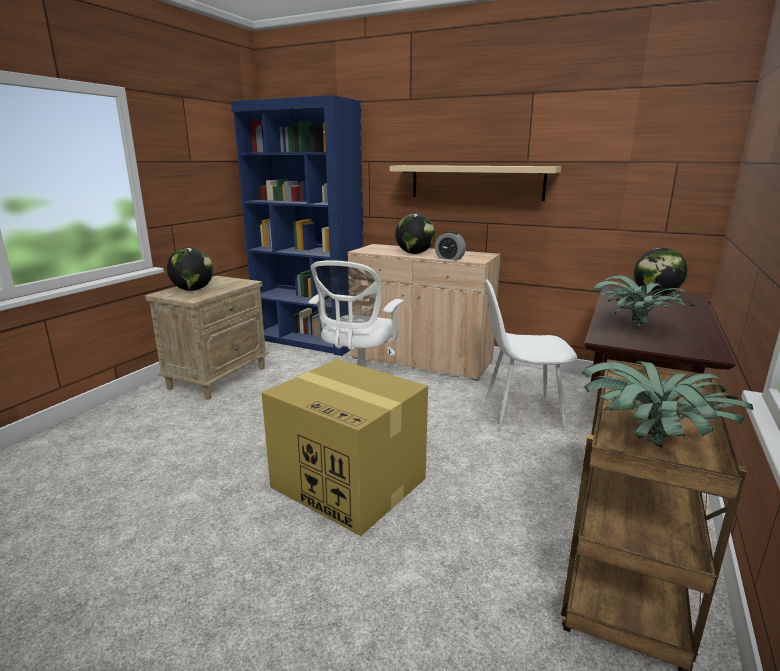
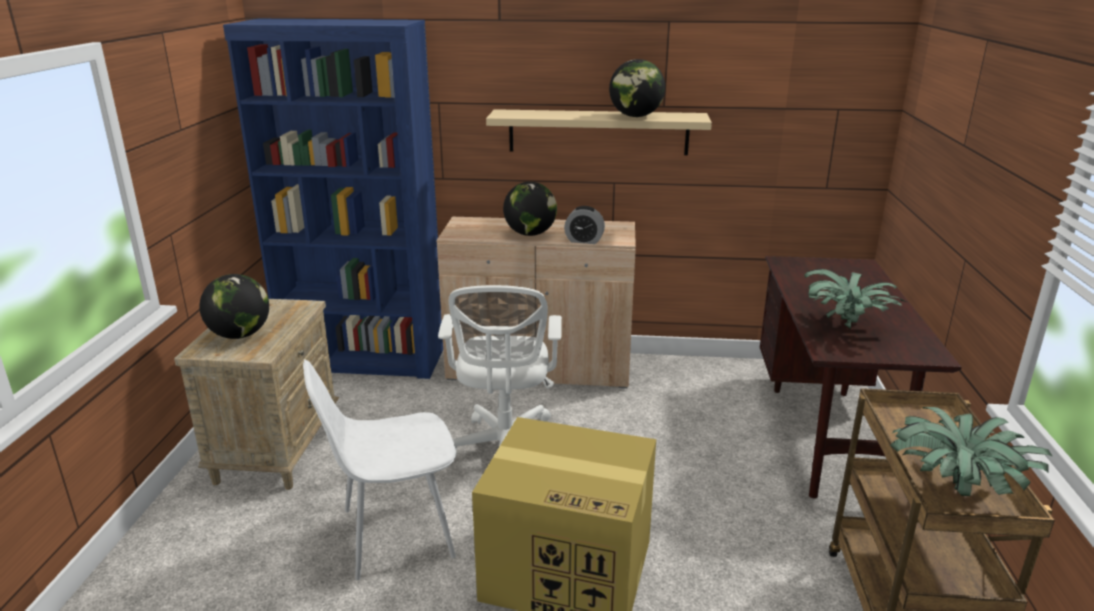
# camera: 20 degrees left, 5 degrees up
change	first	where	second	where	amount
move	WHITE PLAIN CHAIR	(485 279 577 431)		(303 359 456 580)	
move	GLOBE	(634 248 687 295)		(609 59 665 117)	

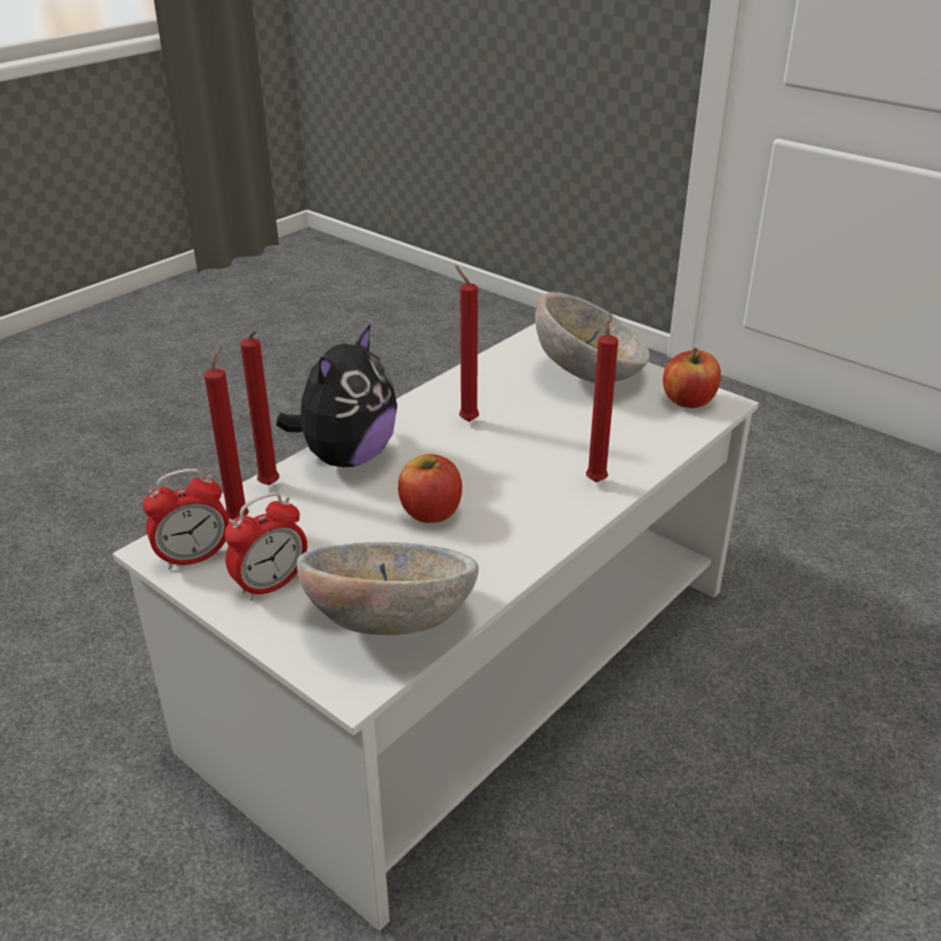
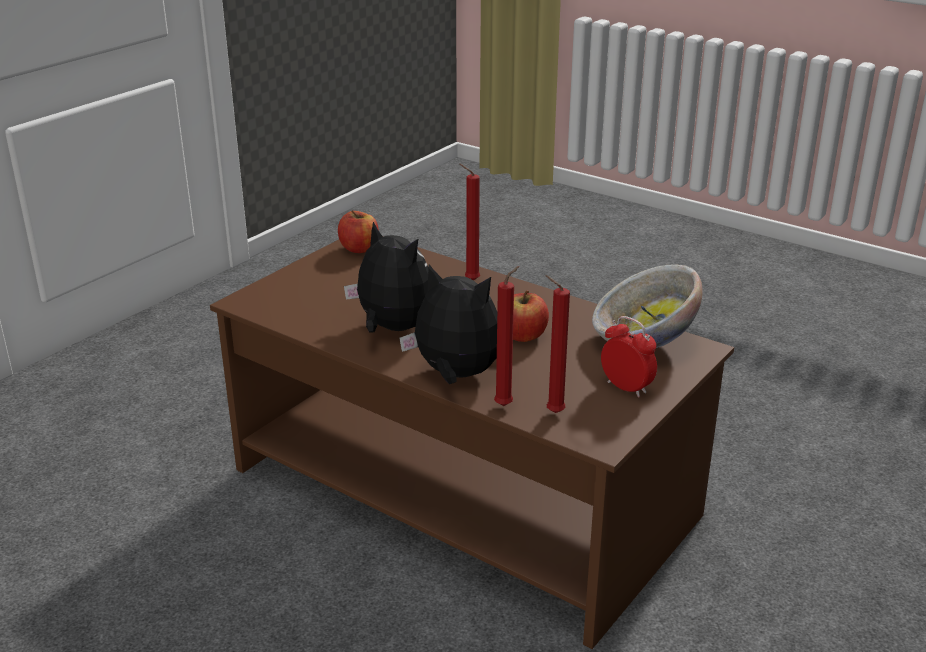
# camera: 95 degrees left, 5 degrees down
change	first	where	second	where	amount
recolor	WHITE LOUNGE TABLE	(113 324 759 932)	BROWNISH LOUNGE TABLE	(210 236 734 649)	
replace	RED CANDLE	(455 265 479 422)	PLUSH TOY	(344 222 429 333)	
delete	BEDSIDE CLOCK	(143 469 230 570)			
delete	DEEP DISH	(535 292 650 383)			

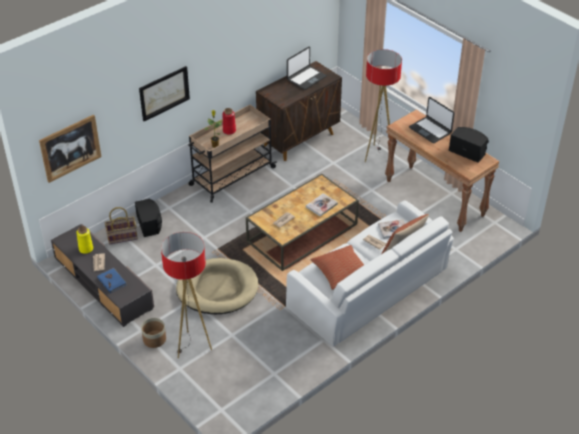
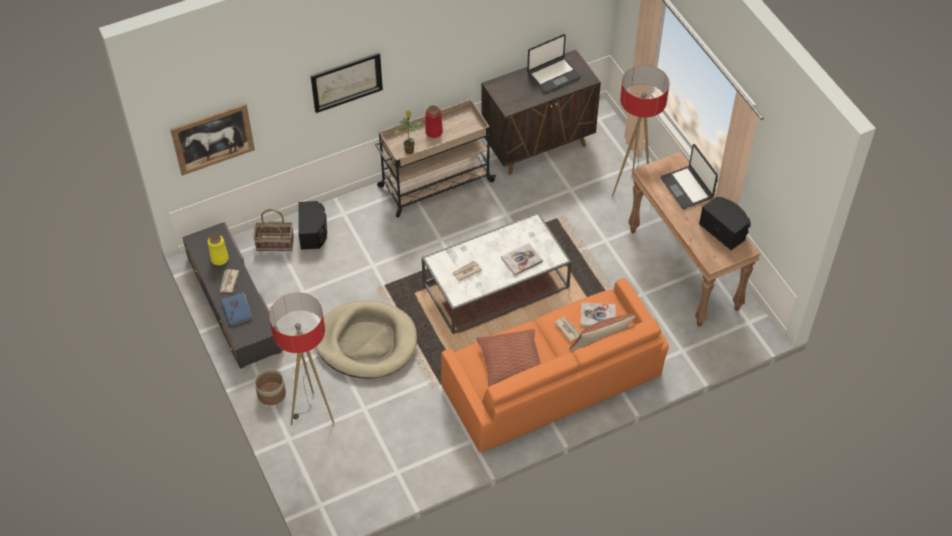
# camera: 15 degrees right, 10 degrees up
change	first	where	second	where	amount
recolor	BROWNISH LOUNGE TABLE	(246 174 359 271)	WHITE LOUNGE TABLE	(422 212 572 334)	
recolor	WHITE SOFA	(286 201 454 346)	ORANGEY SOFA	(441 278 669 453)	

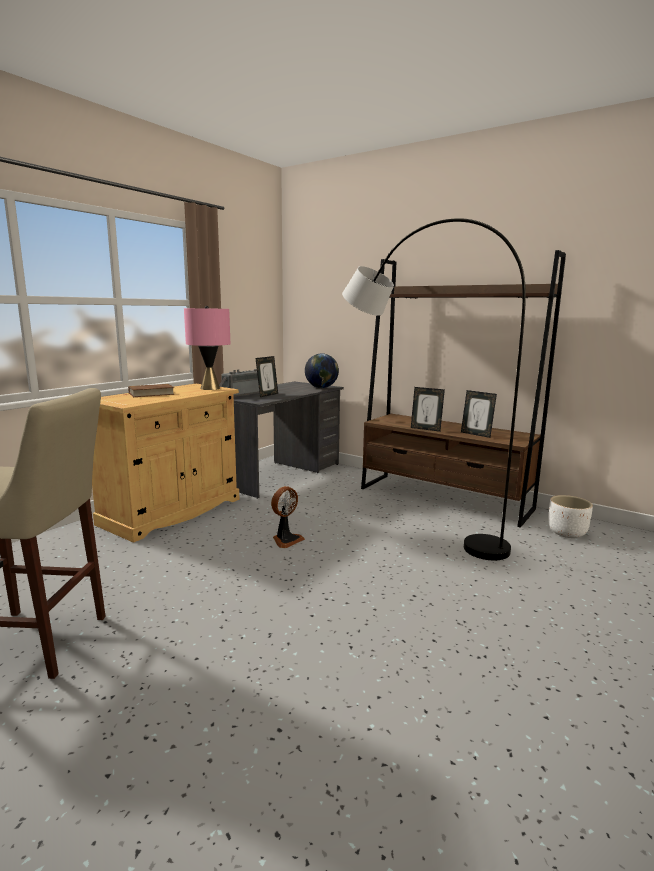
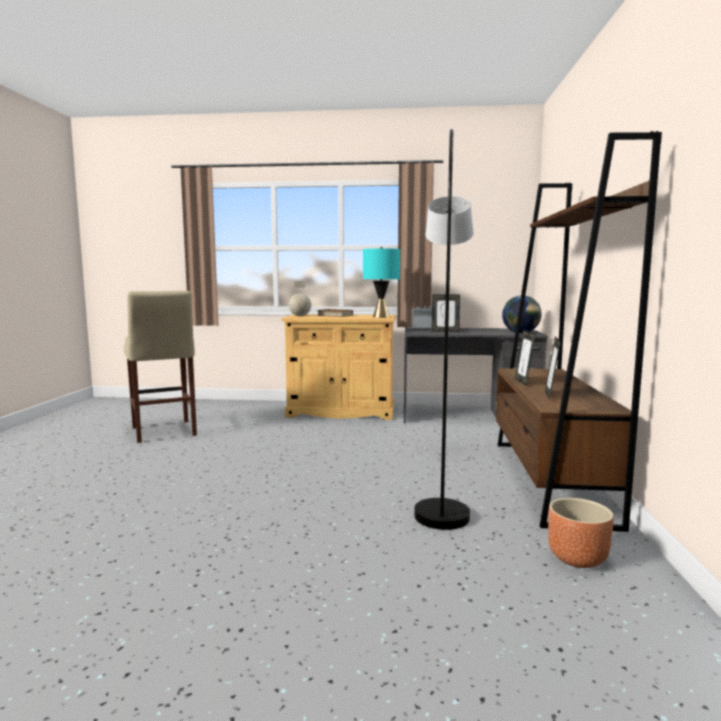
# camera: 60 degrees right, 5 degrees down
change	first	where	second	where	amount
insert			GLOBE	(289 281 311 316)	
recolor	PINK TABLETOP LAMP	(184 306 230 390)	BLUE-GREEN TABLETOP LAMP	(363 247 400 318)	
recolor	WHITE FLOWER POT	(548 495 593 538)	BROWNISH FLOWER POT	(548 498 614 568)	
delete	FAN	(271 486 305 548)			

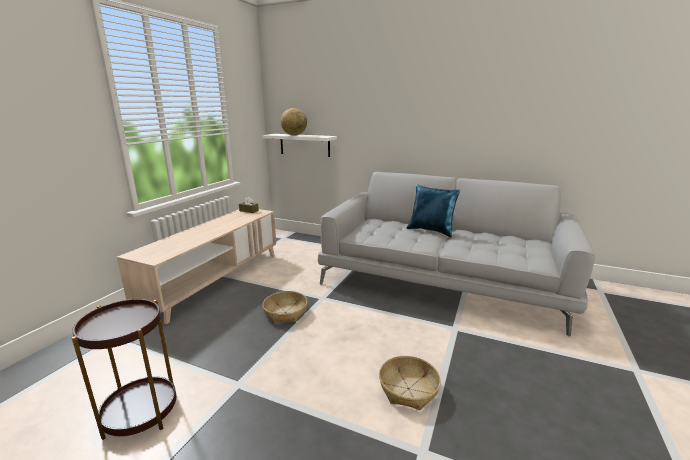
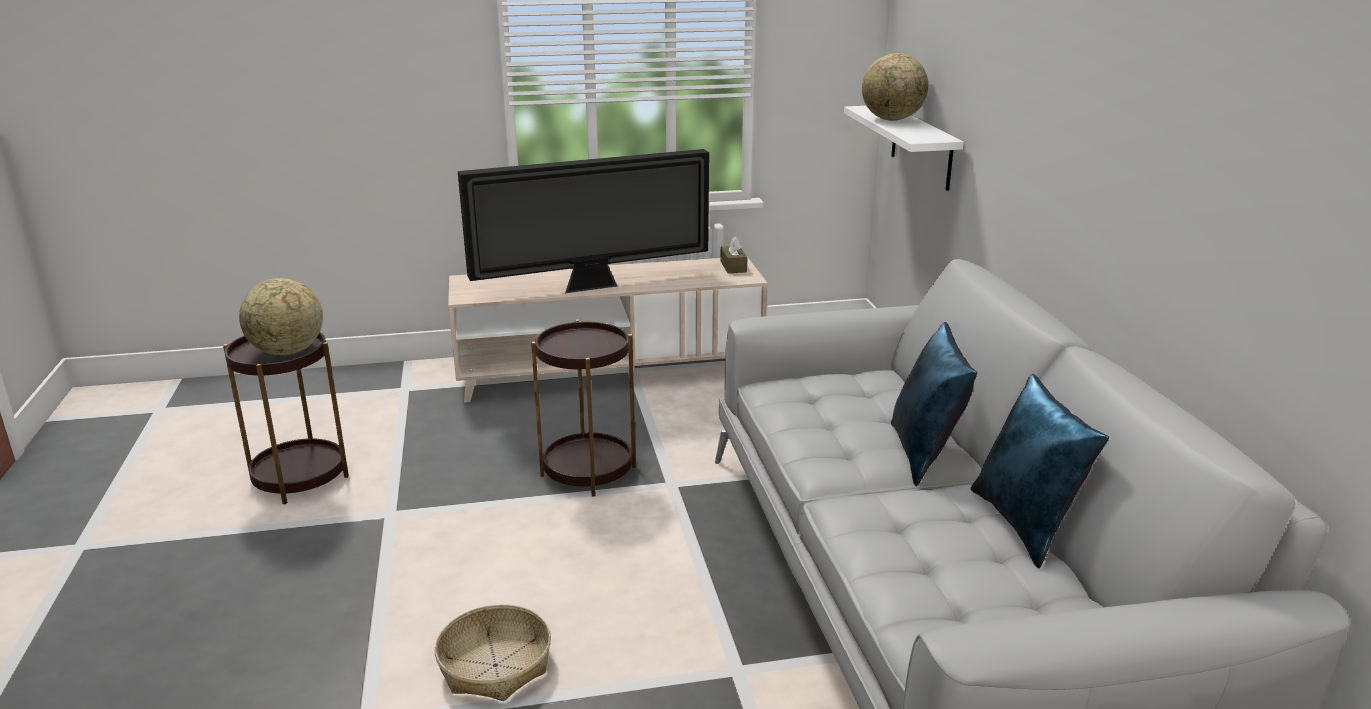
# camera: 55 degrees right, 5 degrees up
change	first	where	second	where	amount
insert			GLOBE	(239 278 323 355)	
insert			TV SET	(458 149 709 293)	
replace	HOUSEHOLD BASKET	(263 291 308 323)	BROWNISH ACCENT TABLE	(531 319 636 497)	
insert			BLUE CUSHION	(971 374 1109 568)	

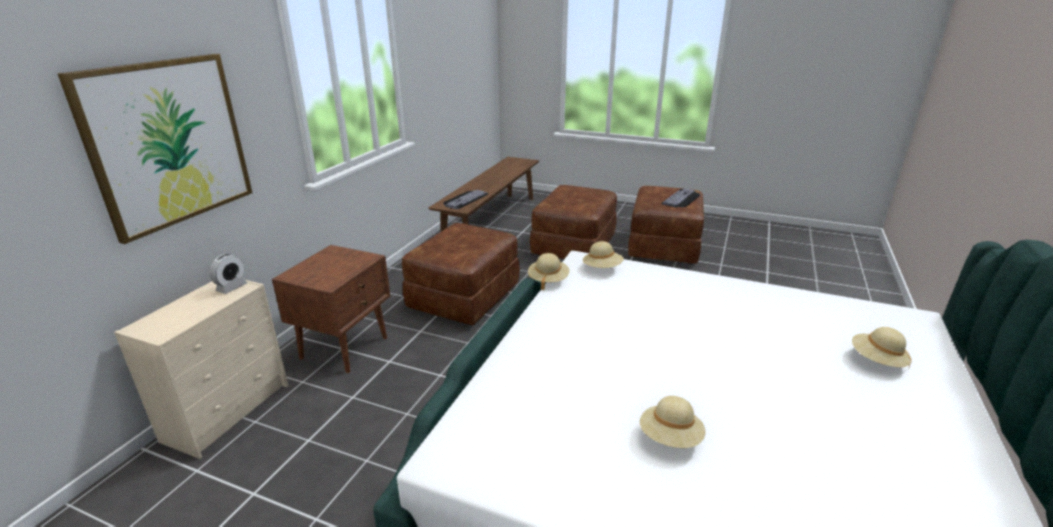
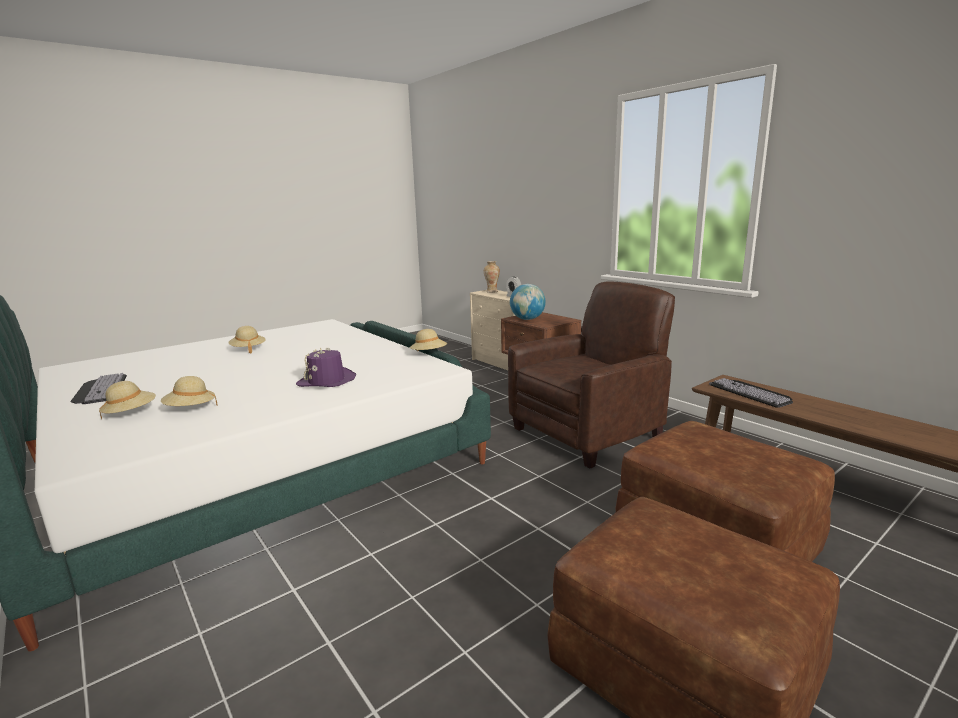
# camera: 120 degrees right, 10 degrees down
change	first	where	second	where	amount
move	KEYBOARD	(662 188 700 207)		(70 373 127 404)	
move	BEIGE-COLOURED HAT	(583 241 624 268)		(161 376 217 406)	
insert			PURPLE HAT	(296 347 356 387)	
insert			VASE	(484 261 500 293)	
replace	BROWNISH OTTOMAN	(402 223 520 325)	BROWNISH ARMCHAIR	(508 282 675 468)	
insert			GLOBE	(510 284 546 320)	
delete	PICTURE	(58 54 252 244)			

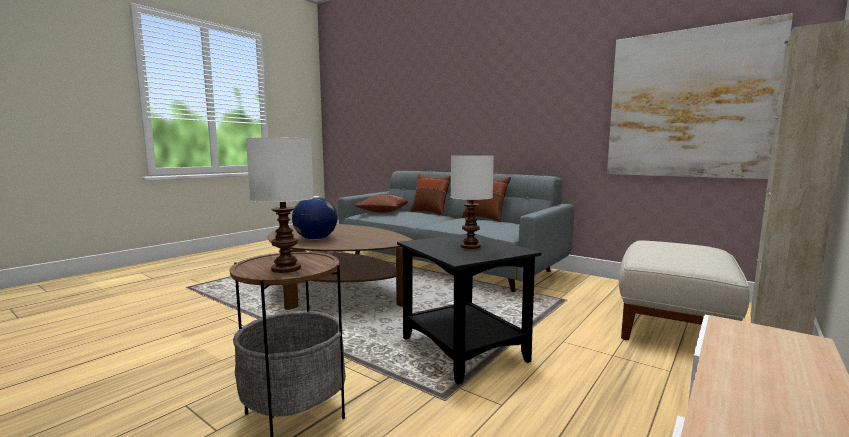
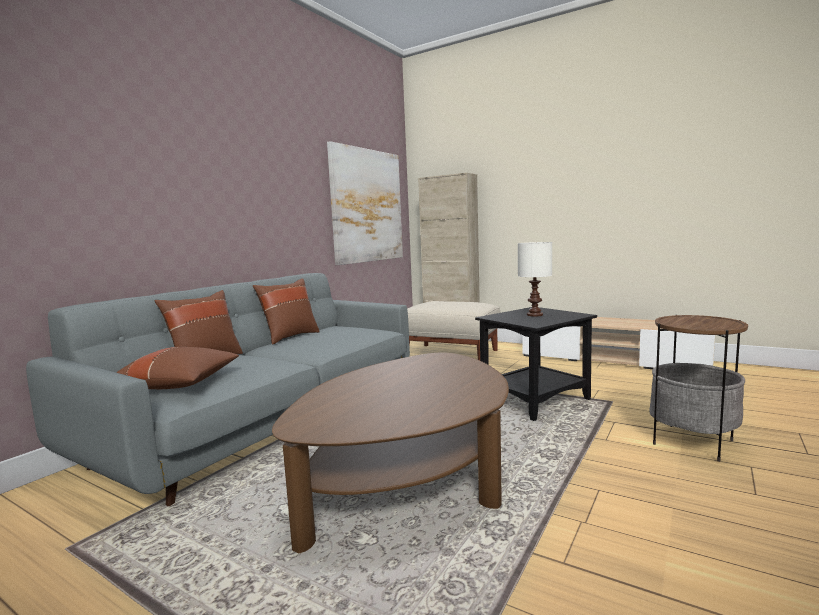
# camera: 95 degrees left, 0 degrees up
change	first	where	second	where	amount
delete	WHITE TABLETOP LAMP	(246 137 314 273)			
delete	GLOBE	(292 196 337 240)			

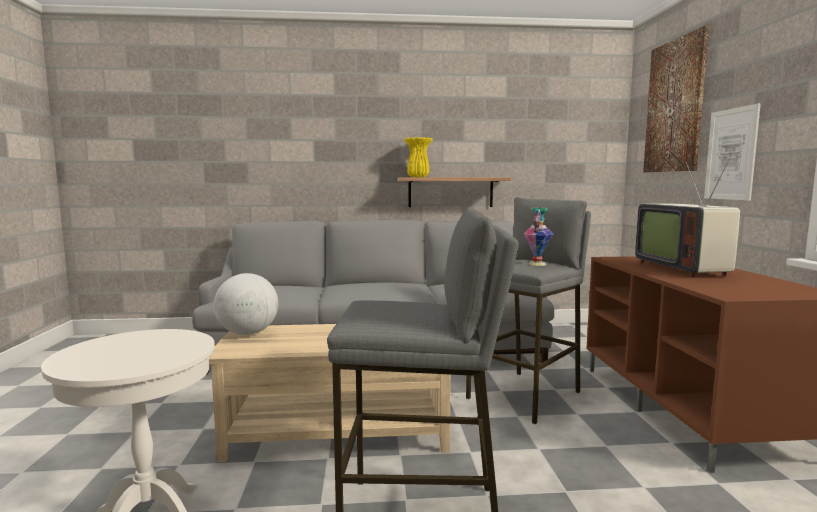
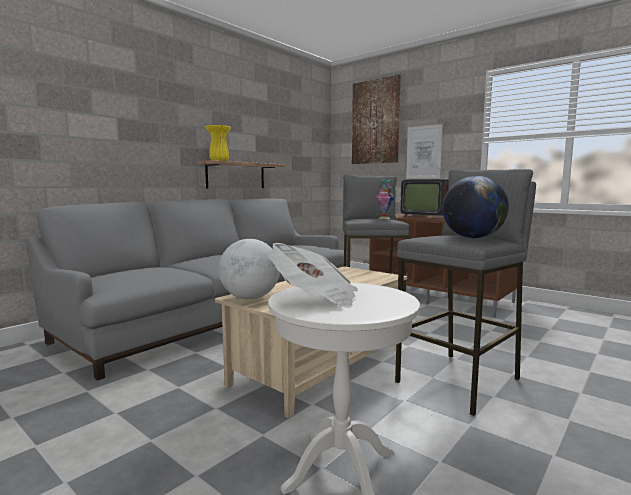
# camera: 45 degrees left, 0 degrees up
change	first	where	second	where	amount
insert			NEWSPAPER	(268 243 357 308)	
insert			GLOBE	(442 176 509 238)	

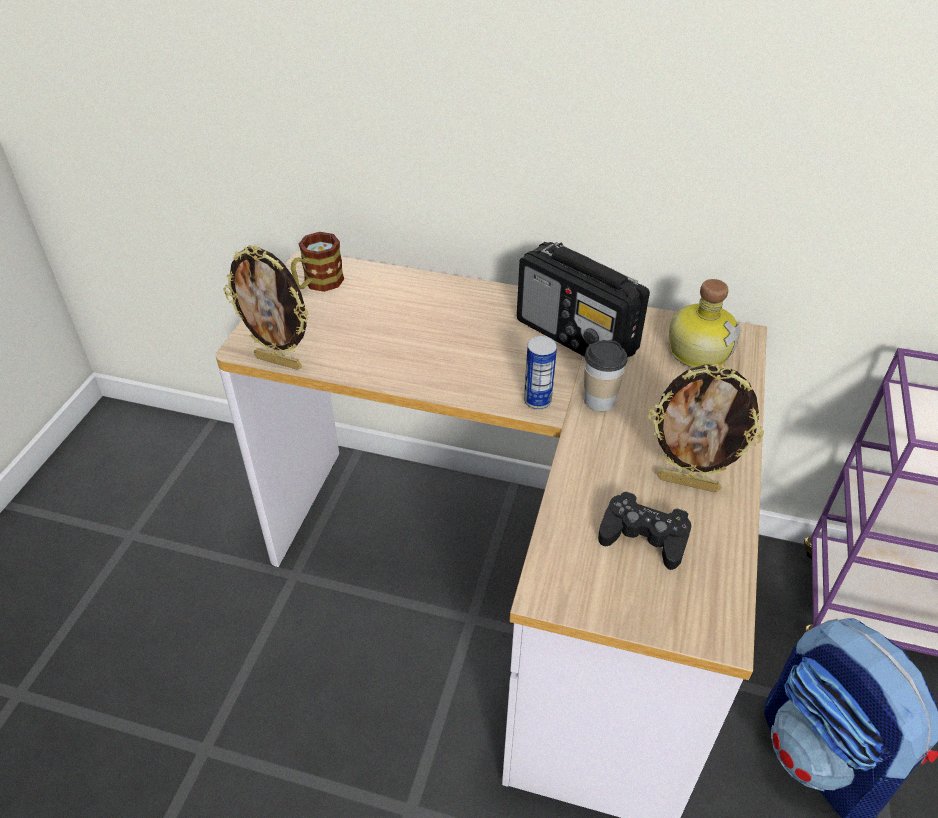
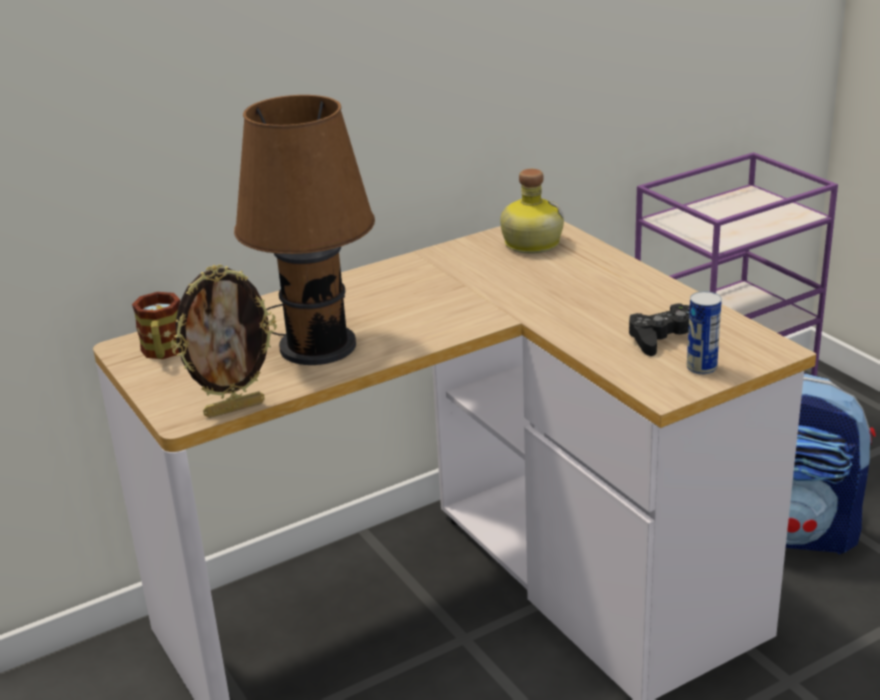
# camera: 45 degrees left, 15 degrees down
change	first	where	second	where	amount
insert			BROWNISH TABLETOP LAMP	(234 95 375 365)	
move	SEALED CAN	(524 336 557 410)		(687 291 722 375)	
delete	RADIO SET	(517 242 650 358)			
delete	SMALL CUP	(584 340 627 411)			
delete	PICTURE FRAME	(648 364 764 492)			

